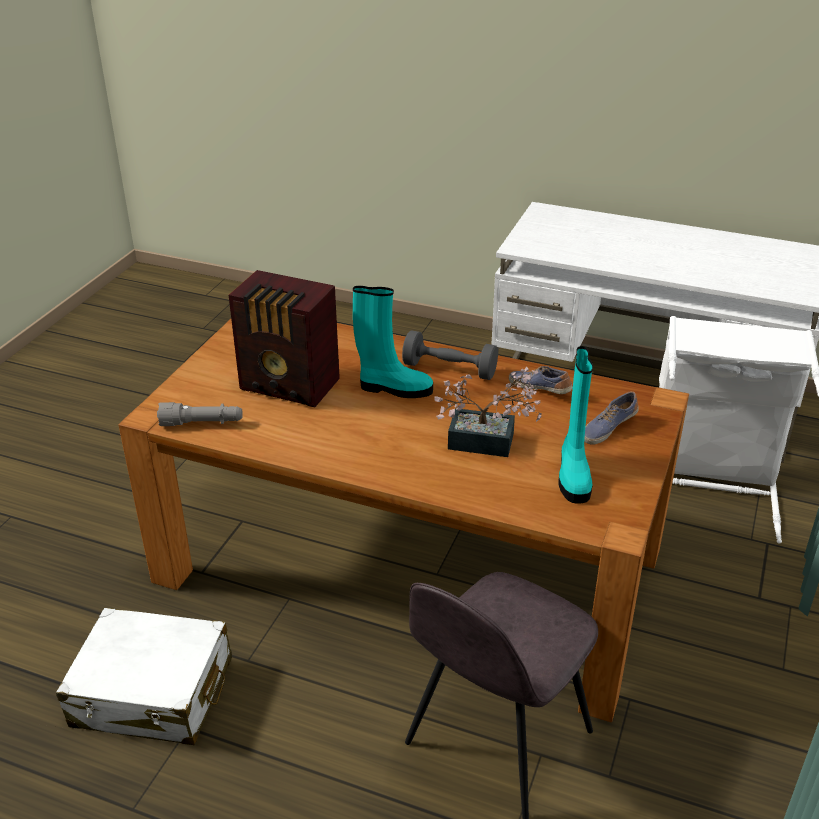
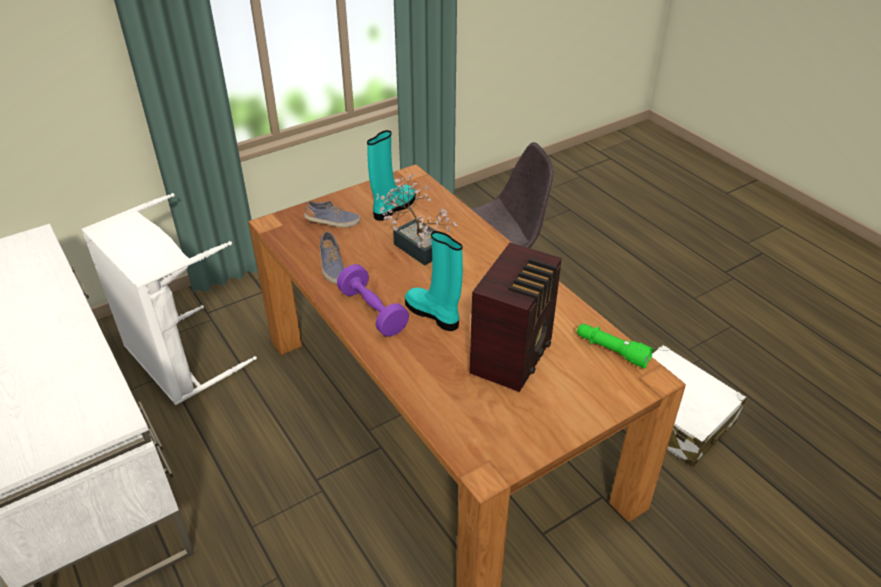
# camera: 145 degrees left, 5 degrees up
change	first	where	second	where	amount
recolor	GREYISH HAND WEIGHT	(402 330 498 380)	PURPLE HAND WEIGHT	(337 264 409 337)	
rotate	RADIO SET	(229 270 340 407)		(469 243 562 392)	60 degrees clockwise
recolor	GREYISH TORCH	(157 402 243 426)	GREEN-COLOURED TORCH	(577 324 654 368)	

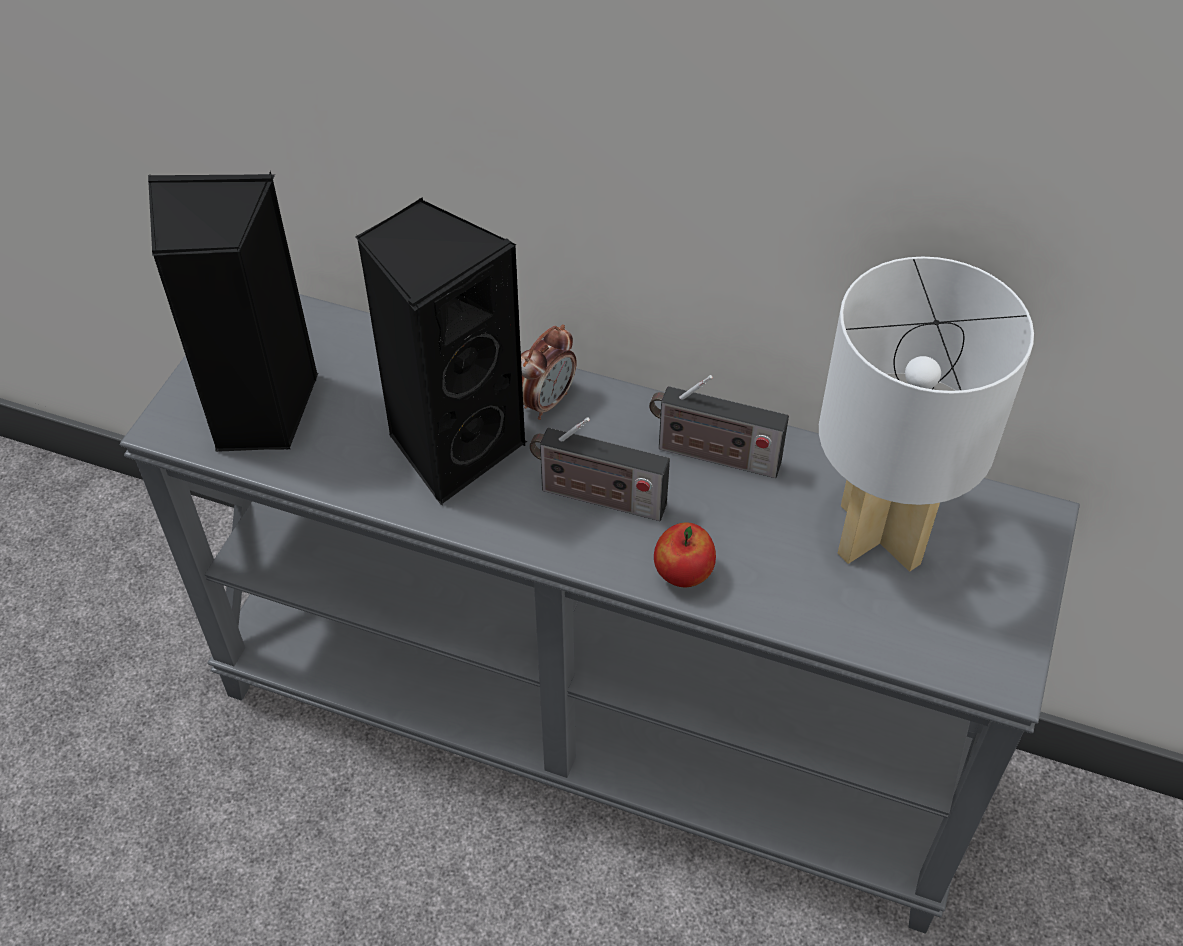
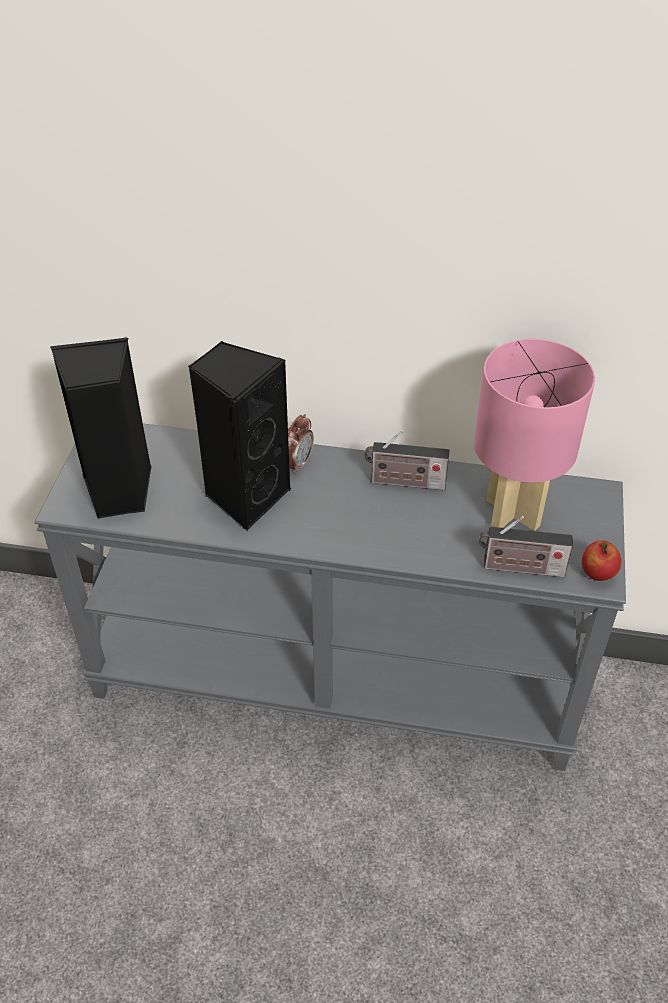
# camera: 10 degrees left, 5 degrees down
change	first	where	second	where	amount
recolor	WHITE TABLETOP LAMP	(819 257 1034 572)	PINK TABLETOP LAMP	(474 339 595 531)	
move	RADIO SET	(529 417 670 521)		(479 516 573 577)	
move	APPLE	(654 522 716 587)		(582 540 621 581)	

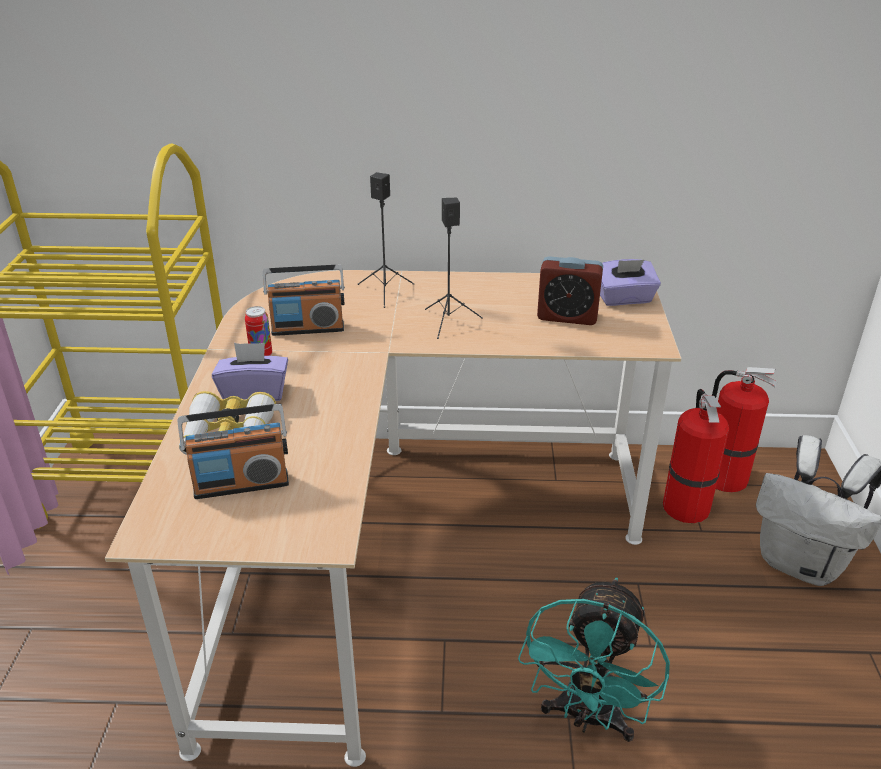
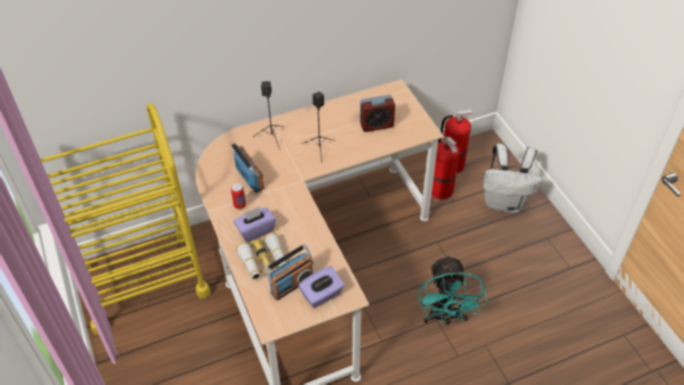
# camera: 25 degrees left, 15 degrees up
change	first	where	second	where	amount
rotate	RADIO SET	(263 265 345 336)		(230 142 265 193)	90 degrees counterclockwise
move	PURPLE BOX OF TISSUES	(600 259 661 306)		(298 266 344 308)	

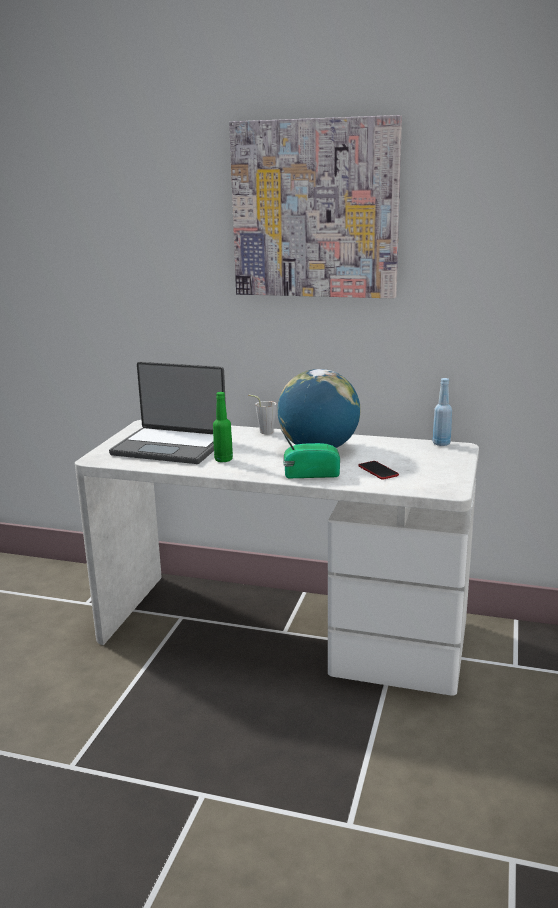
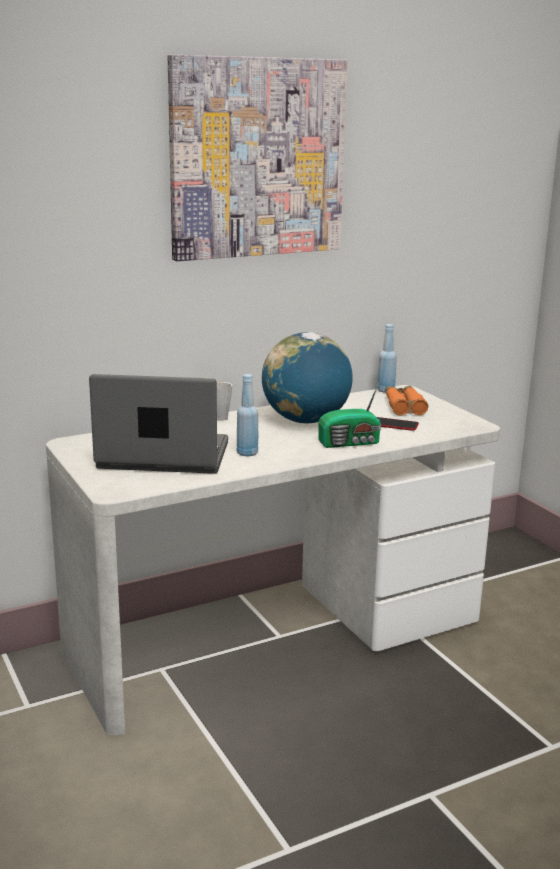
# camera: 45 degrees left, 0 degrees up
change	first	where	second	where	amount
rotate	LAPTOP	(109 362 226 464)		(89 374 228 474)	150 degrees counterclockwise
recolor	GREEN-COLOURED BOTTLE	(213 392 233 462)	BLUE BOTTLE	(237 374 258 456)	
rotate	RADIO SET	(280 428 340 478)		(318 381 381 448)	150 degrees counterclockwise
insert			ORANGEY FIELD GLASSES	(385 386 428 415)	

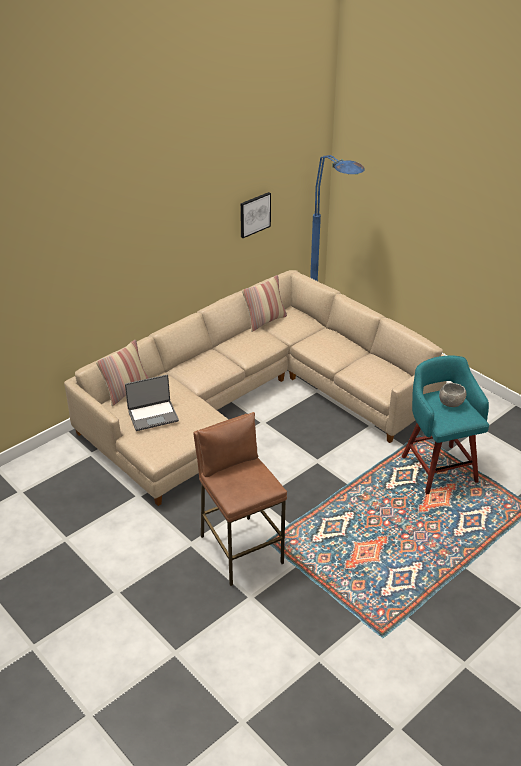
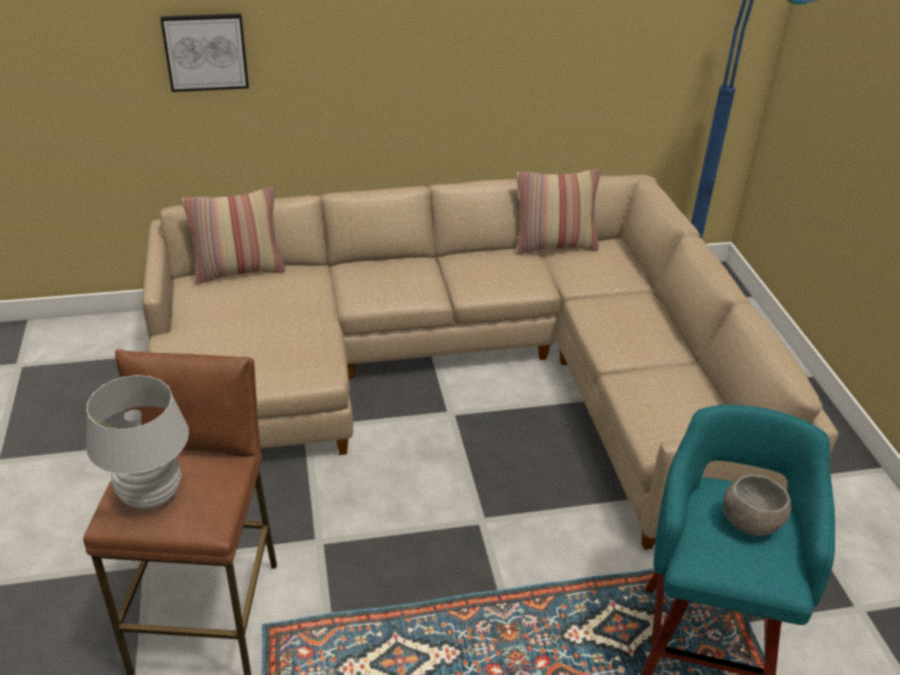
# camera: 30 degrees right, 0 degrees up
change	first	where	second	where	amount
insert			WHITE TABLETOP LAMP	(86 375 189 509)	
move	PICTURE	(240 192 271 238)		(160 14 249 92)	
delete	LAPTOP	(125 375 179 431)			

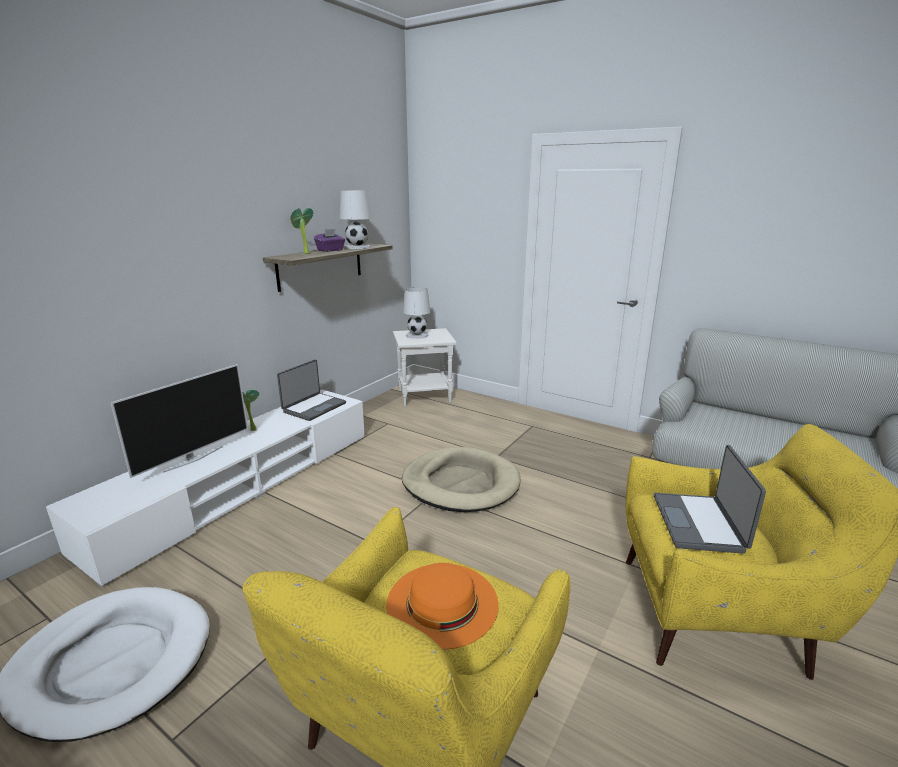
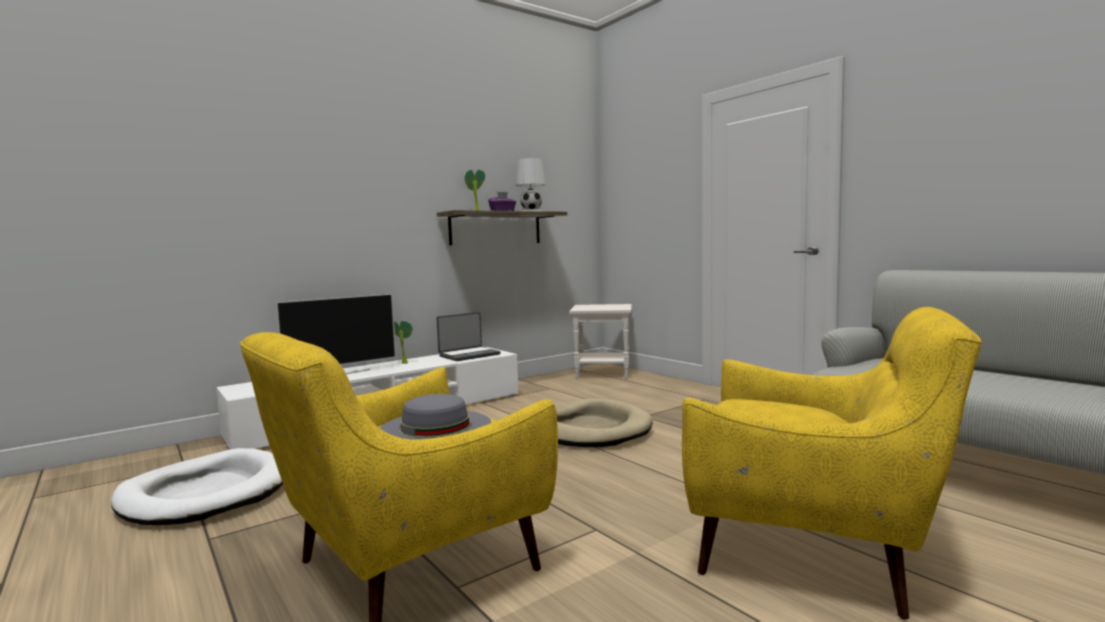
# camera: 20 degrees right, 15 degrees down
change	first	where	second	where	amount
recolor	ORANGEY HAT	(386 563 499 650)	GREYISH HAT	(380 394 491 440)	
delete	WHITE TABLETOP LAMP	(403 287 430 339)			
delete	LAPTOP	(654 445 766 554)			

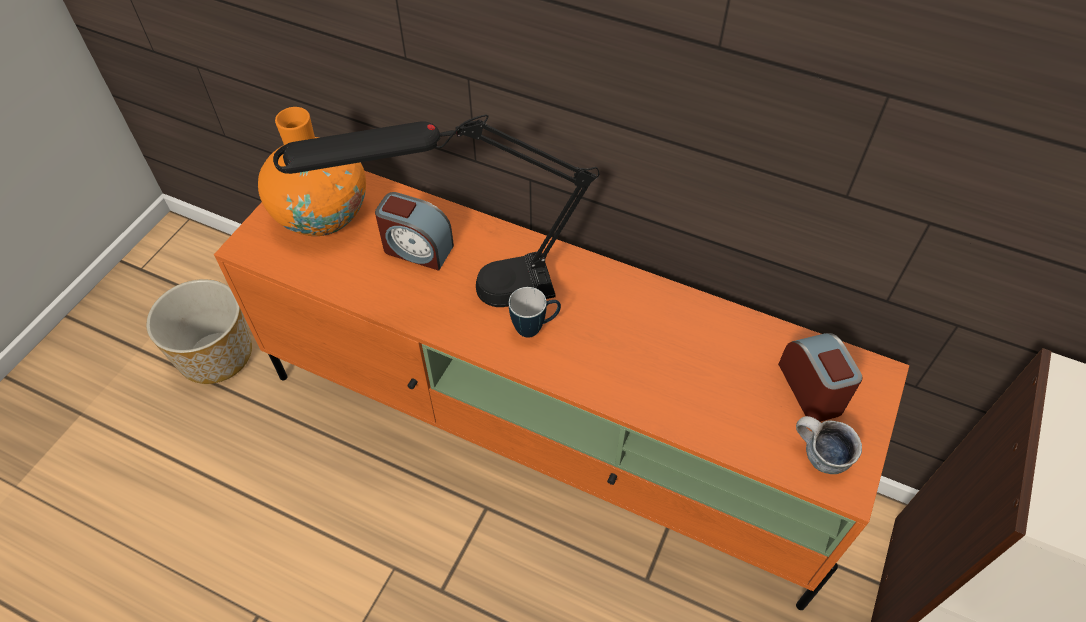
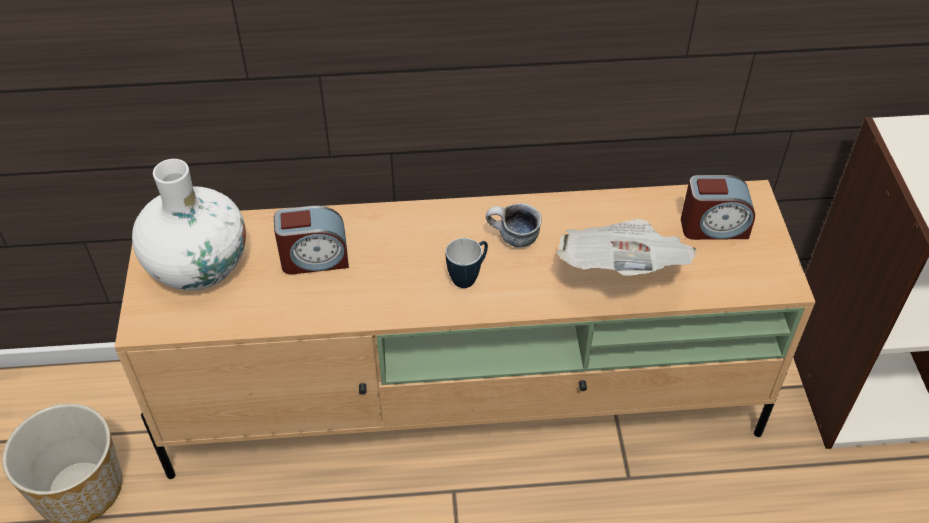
# camera: 30 degrees left, 5 degrees down
change	first	where	second	where	amount
recolor	ORANGEY MEDIA CONSOLE	(214 171 909 610)	BEIGE-COLOURED MEDIA CONSOLE	(115 180 815 479)	
recolor	ORANGEY VASE	(258 107 366 236)	WHITE VASE	(132 159 246 291)	
move	MUG	(796 416 862 474)		(486 203 542 247)	
insert			NEWSPAPER	(557 219 697 276)	
rotate	BEDSIDE CLOCK	(778 333 862 422)		(681 175 755 240)	135 degrees clockwise
delete	BLACK-COLOURED TABLETOP LAMP	(273 114 599 307)			

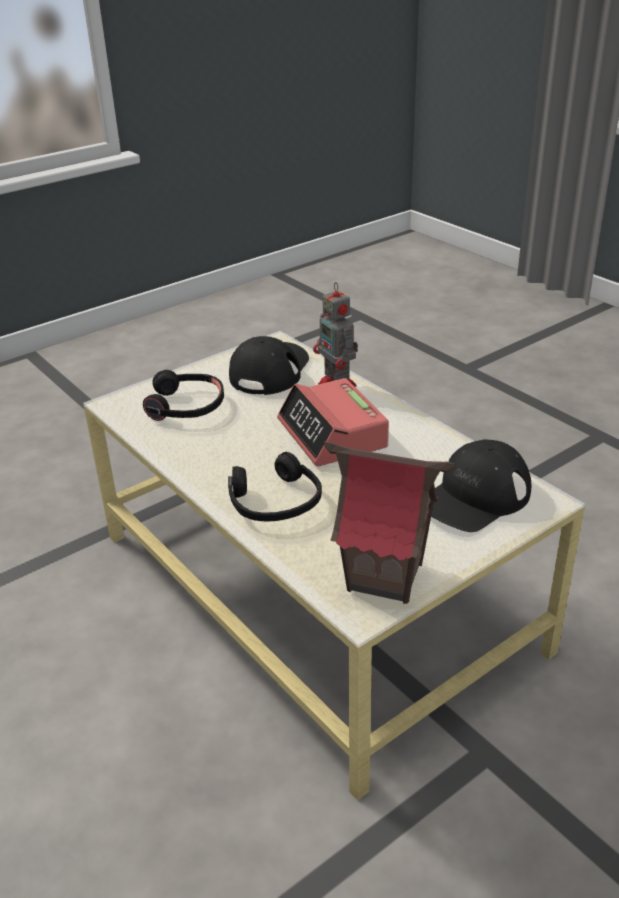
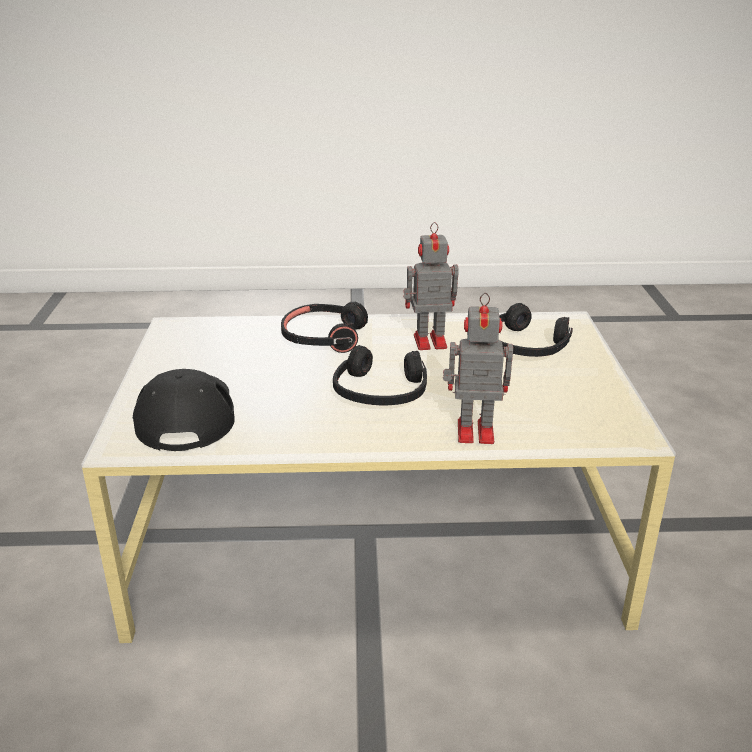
# camera: 125 degrees right, 5 degrees down
change	first	where	second	where	amount
replace	BEDSIDE CLOCK	(277 378 389 466)	BLACK-COLOURED HEADSET	(333 345 427 405)	
insert			ROBOT FIGURE	(403 222 458 350)	
delete	BLACK-COLOURED CAP	(229 336 309 395)			
delete	MODEL HOUSE	(324 442 455 604)			

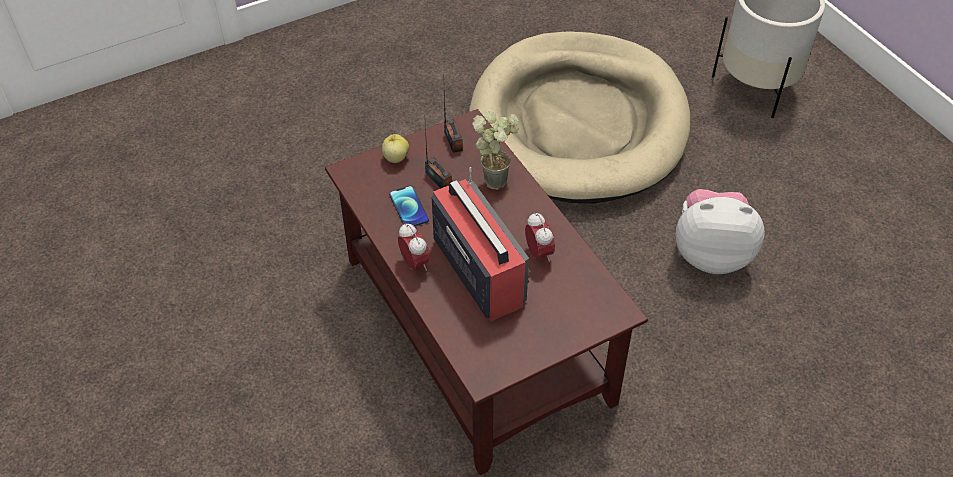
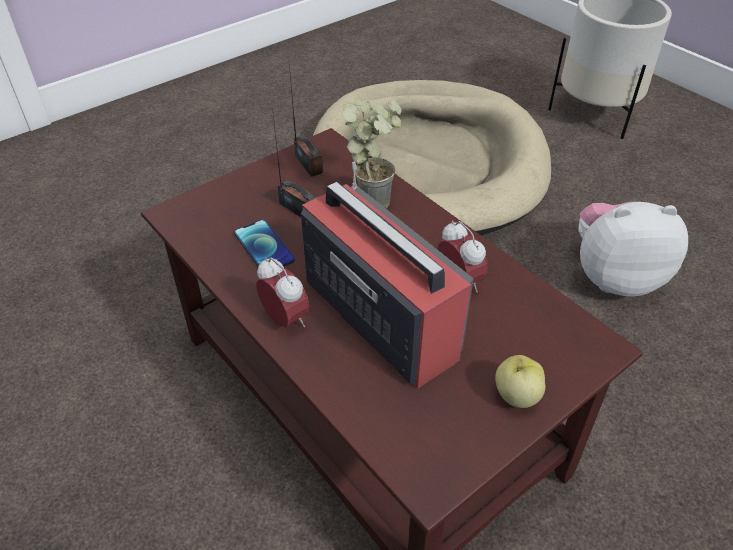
# camera: 10 degrees left, 5 degrees down
change	first	where	second	where	amount
move	APPLE	(382 134 409 163)		(495 355 545 408)	

